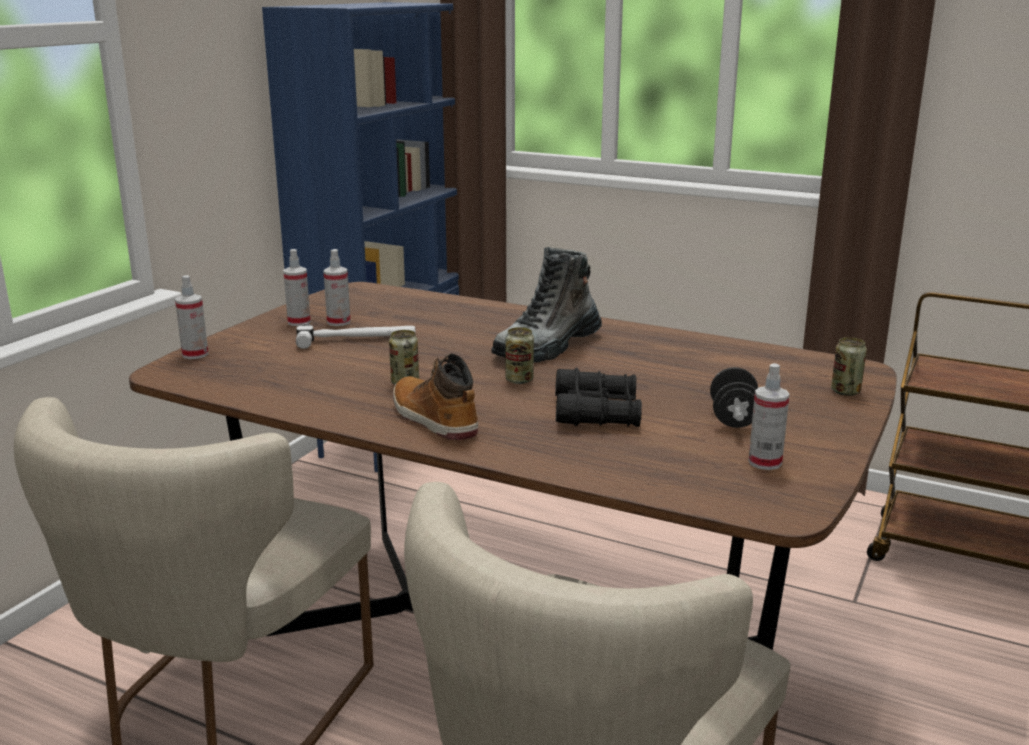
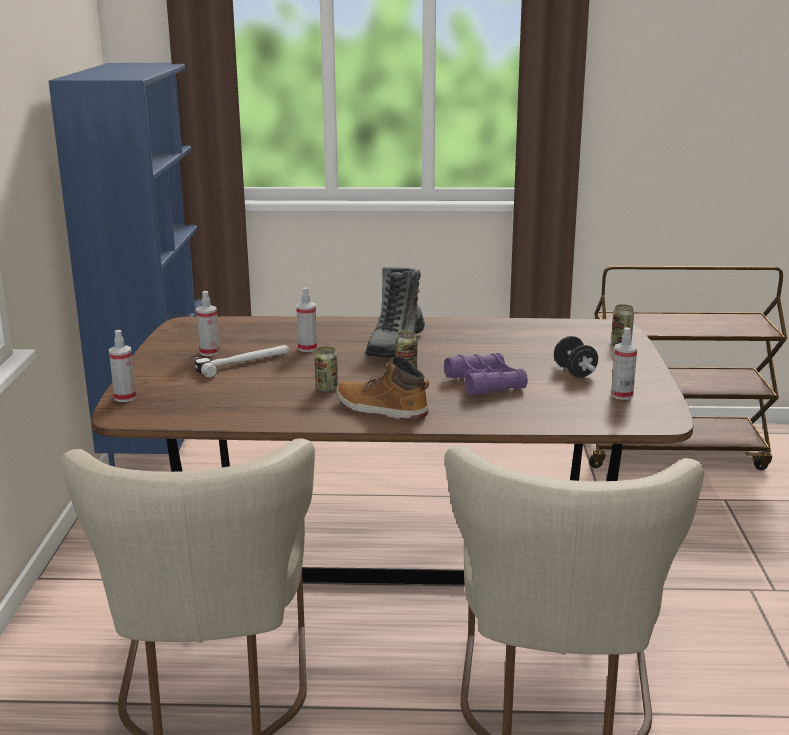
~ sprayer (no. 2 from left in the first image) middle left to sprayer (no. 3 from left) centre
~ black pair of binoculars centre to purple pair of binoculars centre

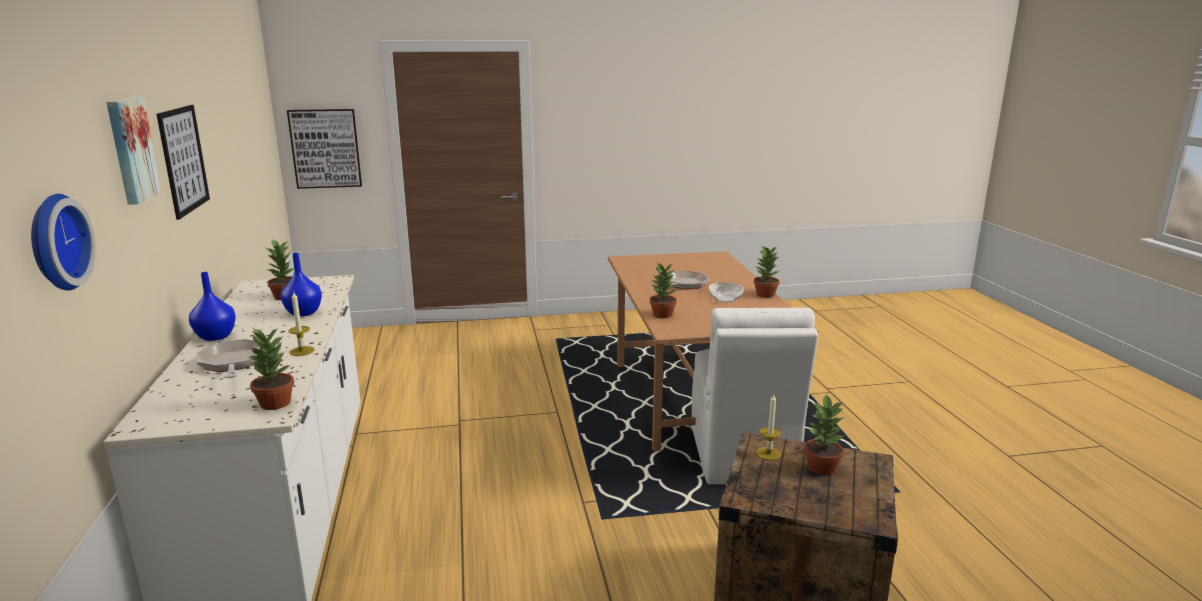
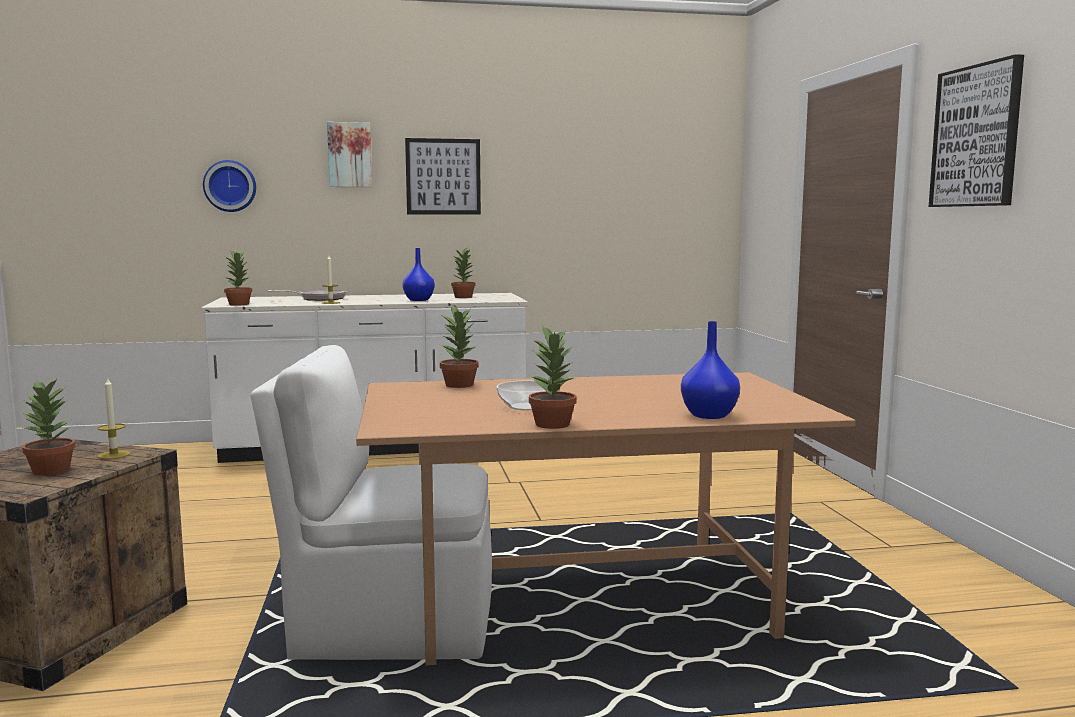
- frying pan (no. 2 from left) centre
~ blue flower vase (no. 1 from left in the first image) middle left to blue flower vase (no. 2 from left) centre
~ wall picture (no. 3 from left) top left to top right

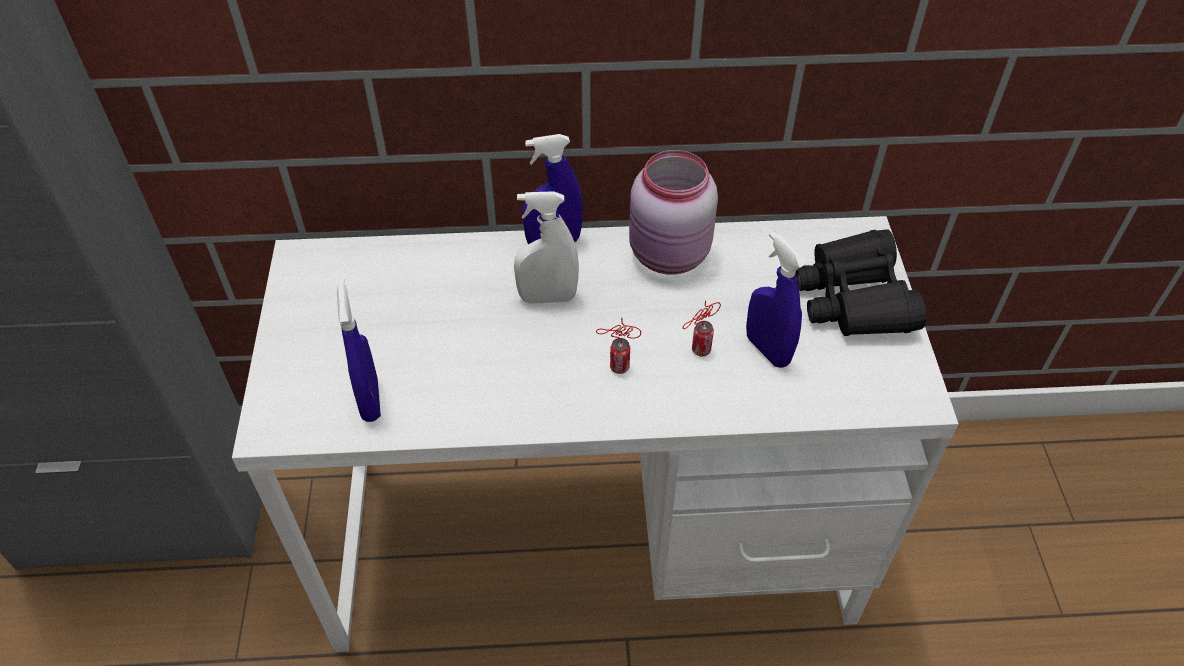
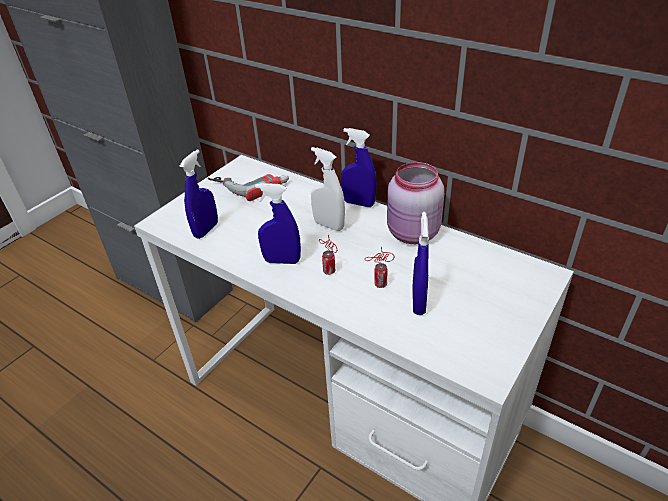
- black pair of binoculars middle right
+ drill centre
+ blue sprayer (no. 2 from left) centre

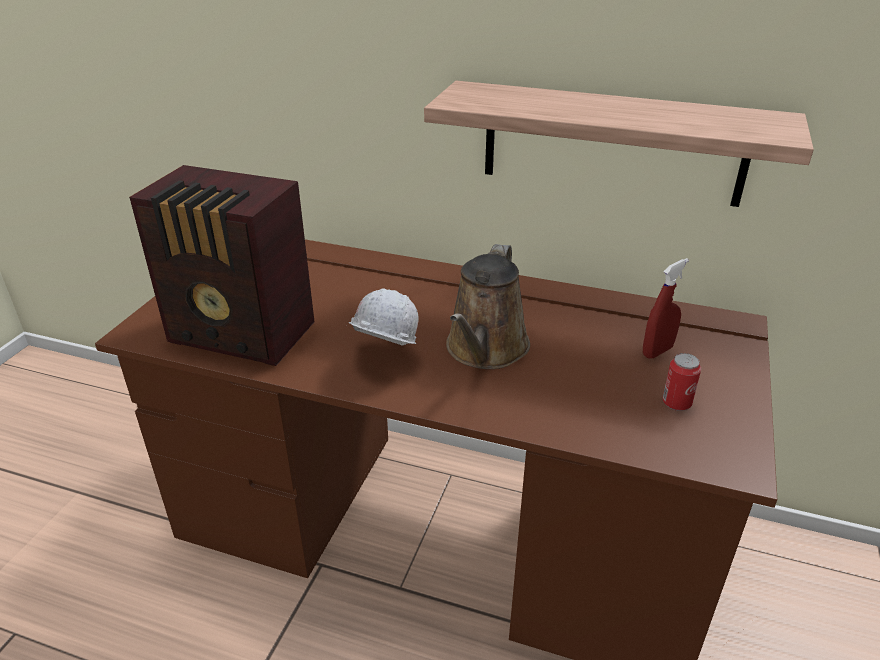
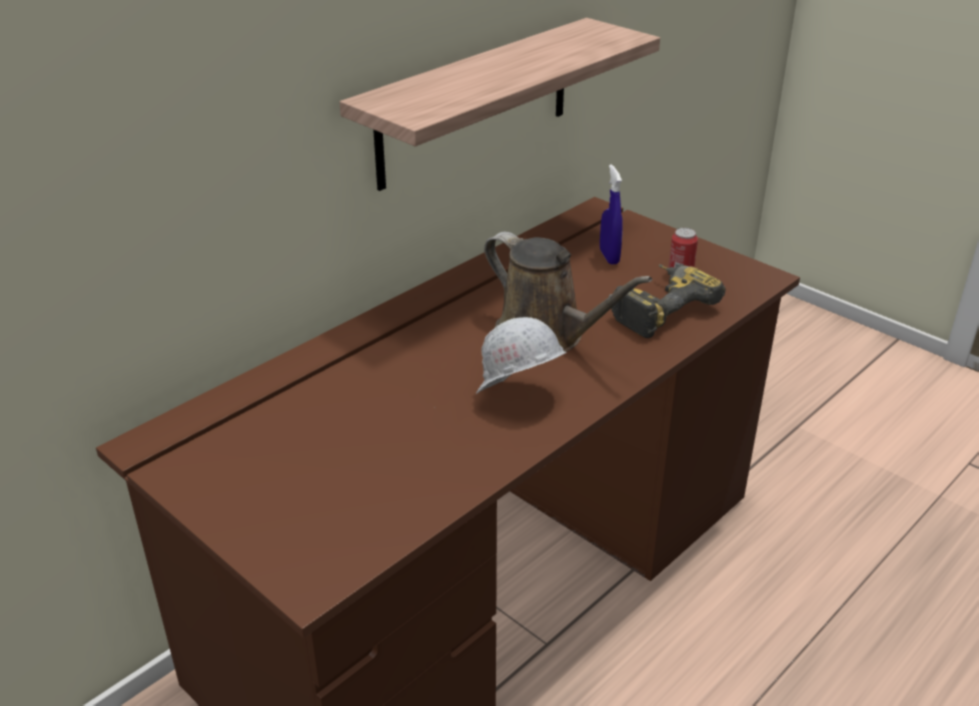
- radio set middle left
+ drill middle right
~ red sprayer middle right to blue sprayer top centre

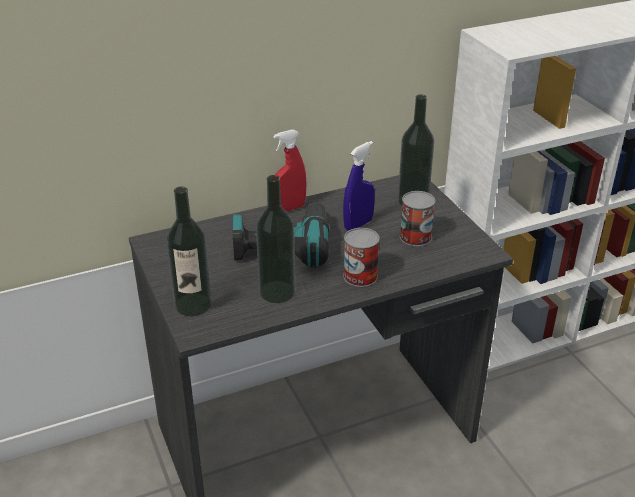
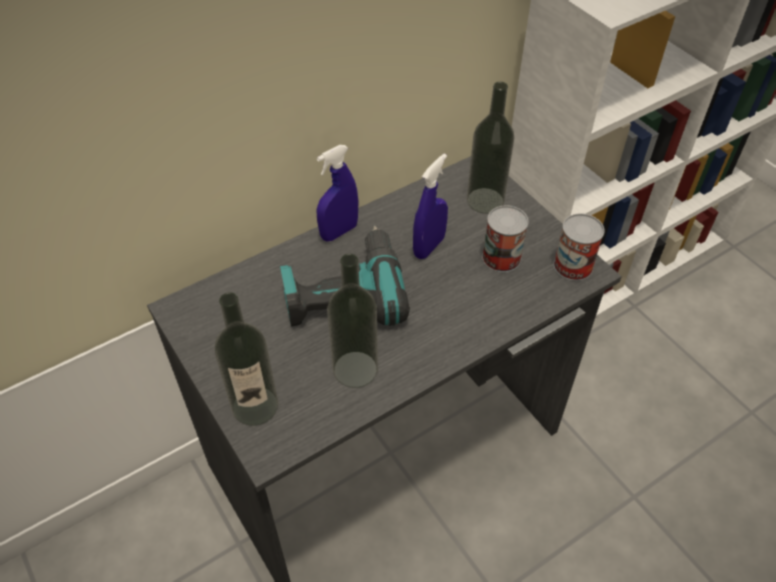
~ can (no. 1 from left in the first image) centre to can (no. 2 from left) middle right
~ red sprayer centre to blue sprayer (no. 1 from left) top centre

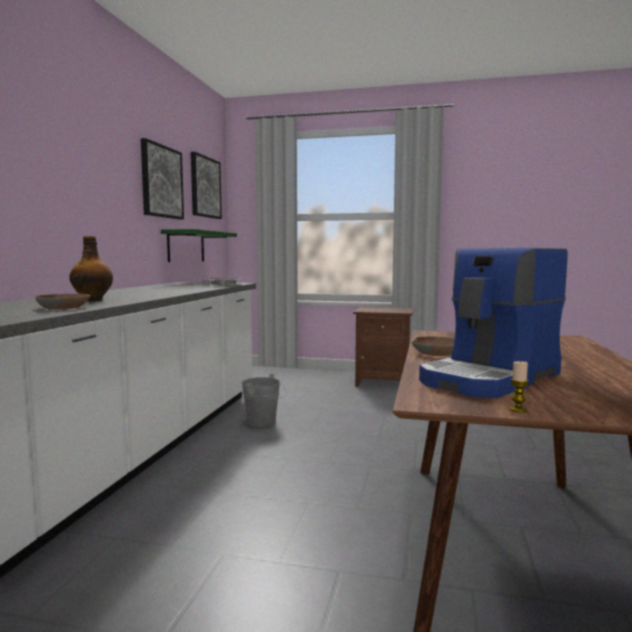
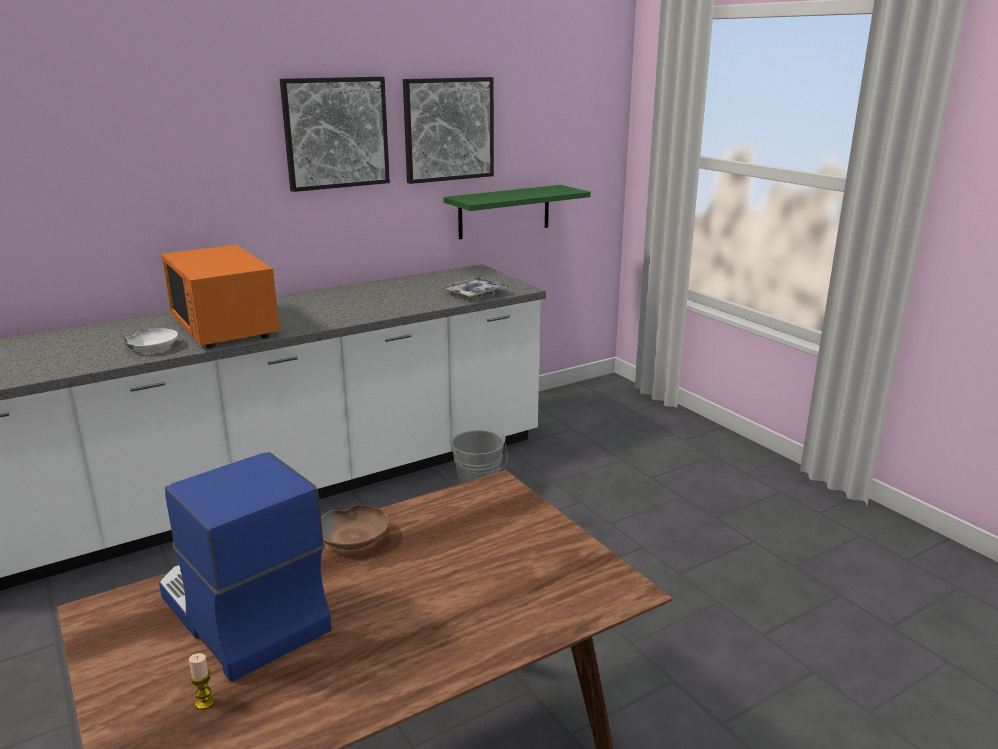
- brown nightstand centre
~ wall picture (no. 2 from left in the first image) top left to wall picture (no. 1 from left) top centre
~ candle middle right to bottom left
~ drink bottle middle left to orange-coloured microwave oven middle left
~ brown deep dish (no. 1 from left) middle left to whitish deep dish middle left
~ coffee brewer middle right = bottom left 45 degrees clockwise

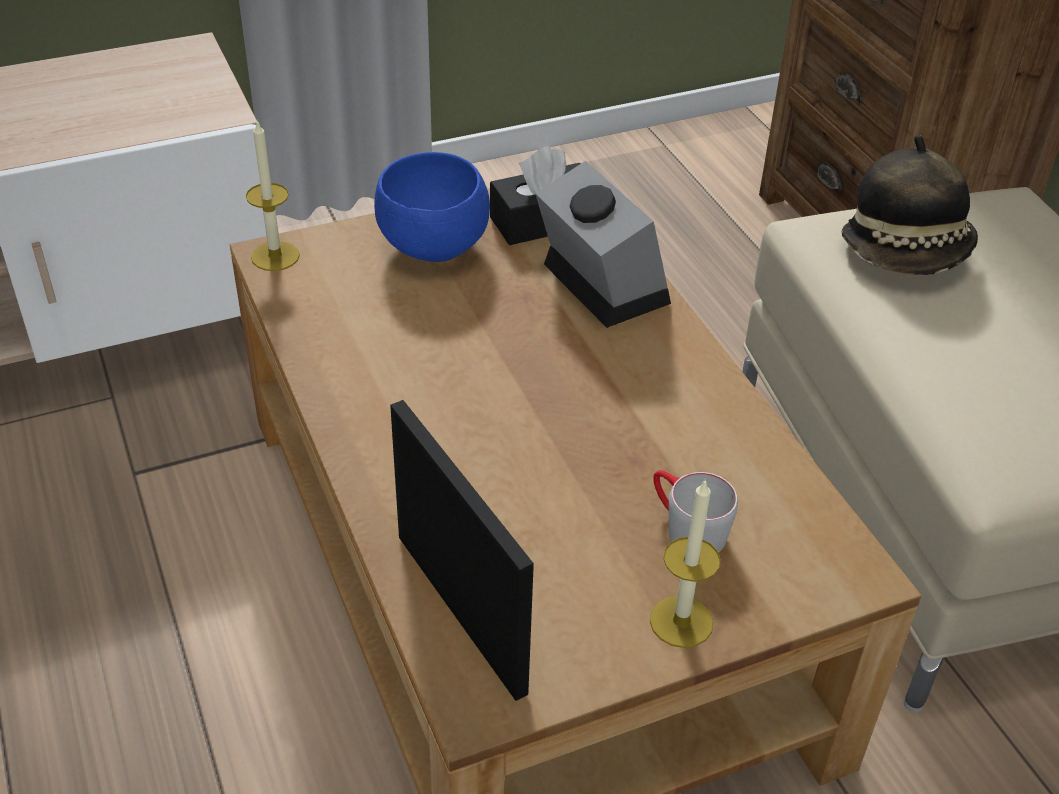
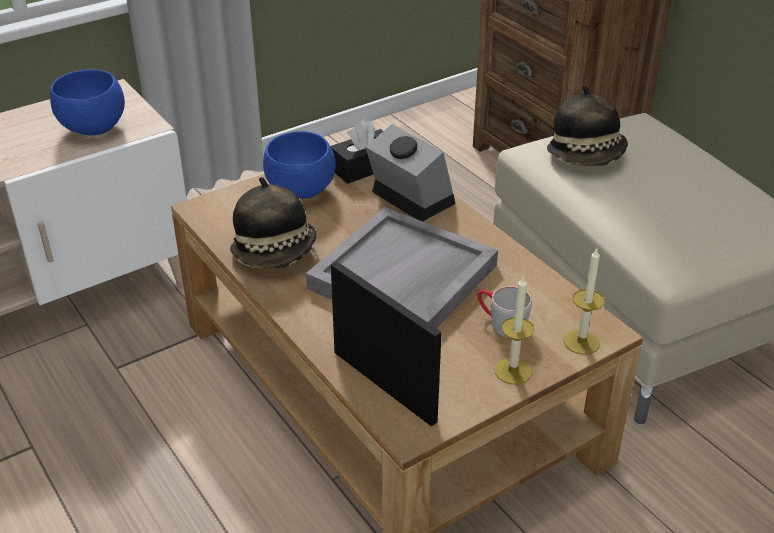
+ blue deep dish (no. 1 from left) top left
+ hat (no. 1 from left) centre
+ grey tray centre
~ candle (no. 1 from left in the first image) top left to candle (no. 2 from left) middle right

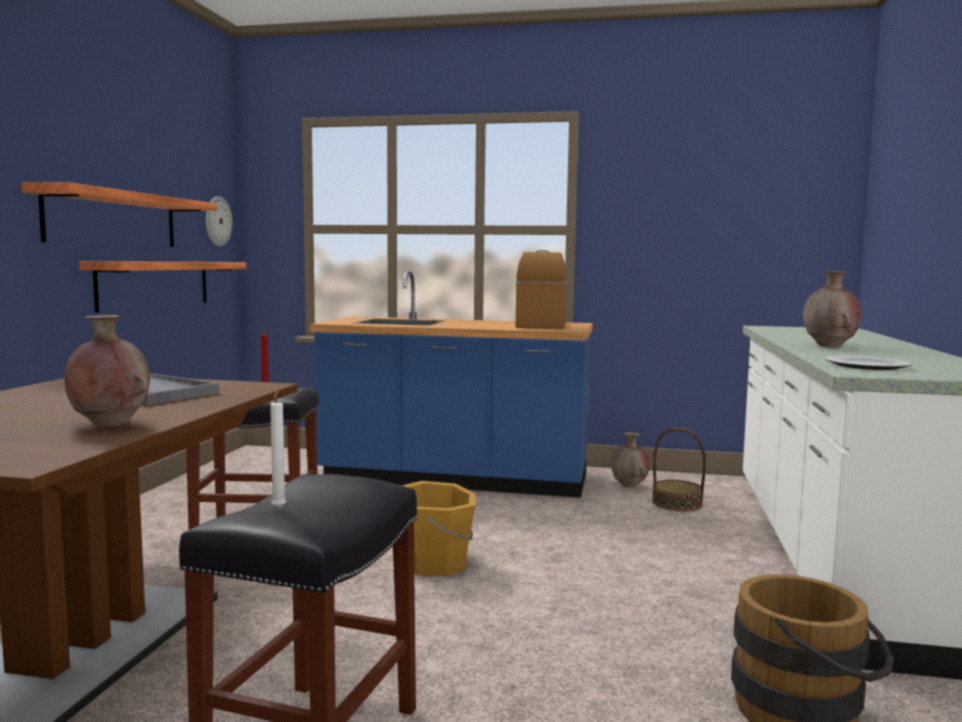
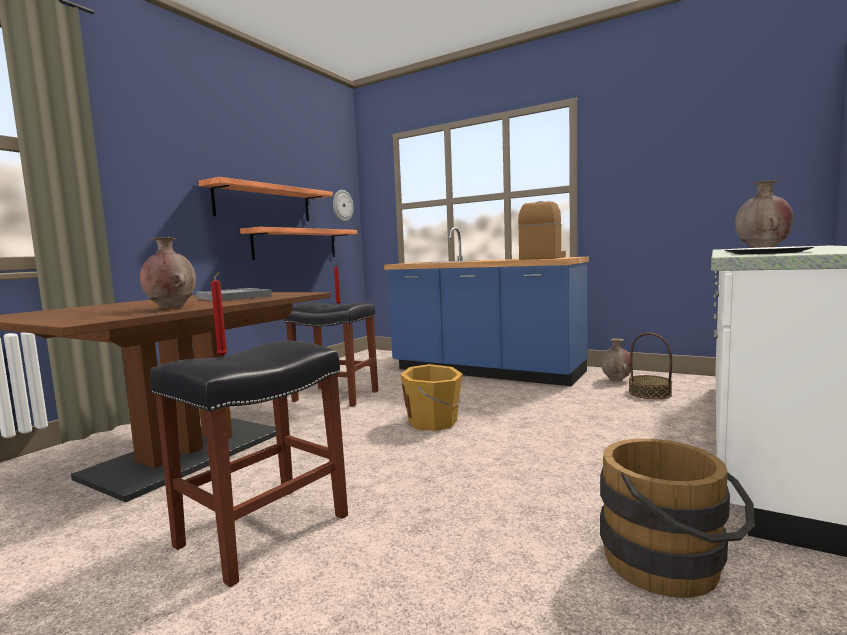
~ whitish candle middle left to red candle (no. 1 from left) middle left

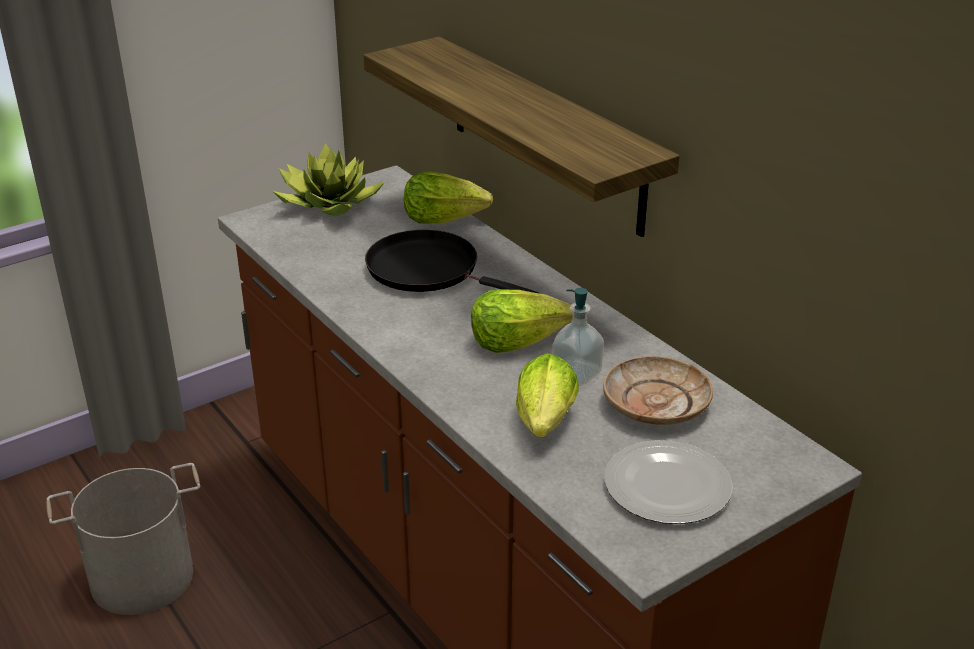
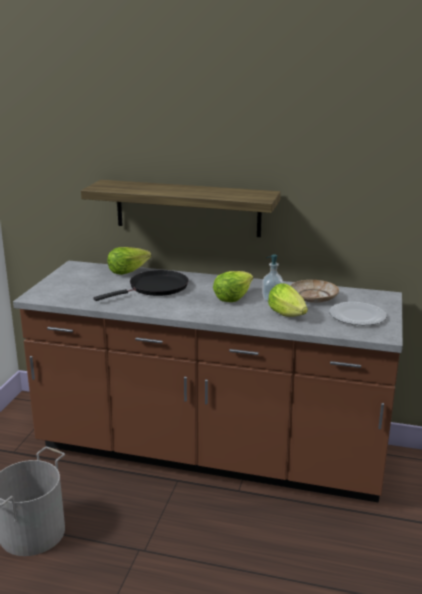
- potted plant top centre
~ black frying pan centre = centre 150 degrees clockwise

